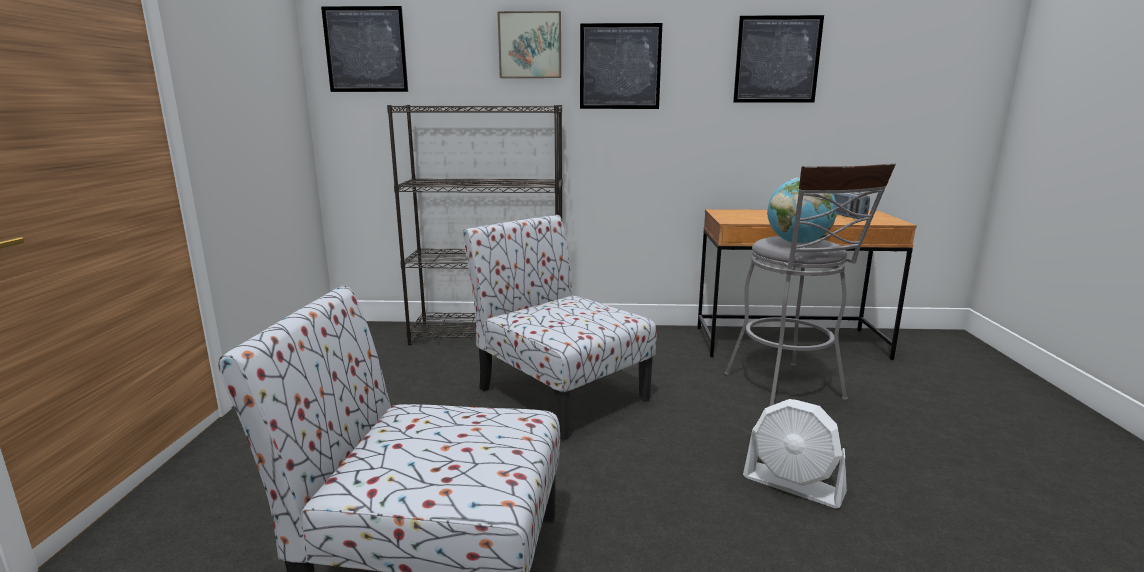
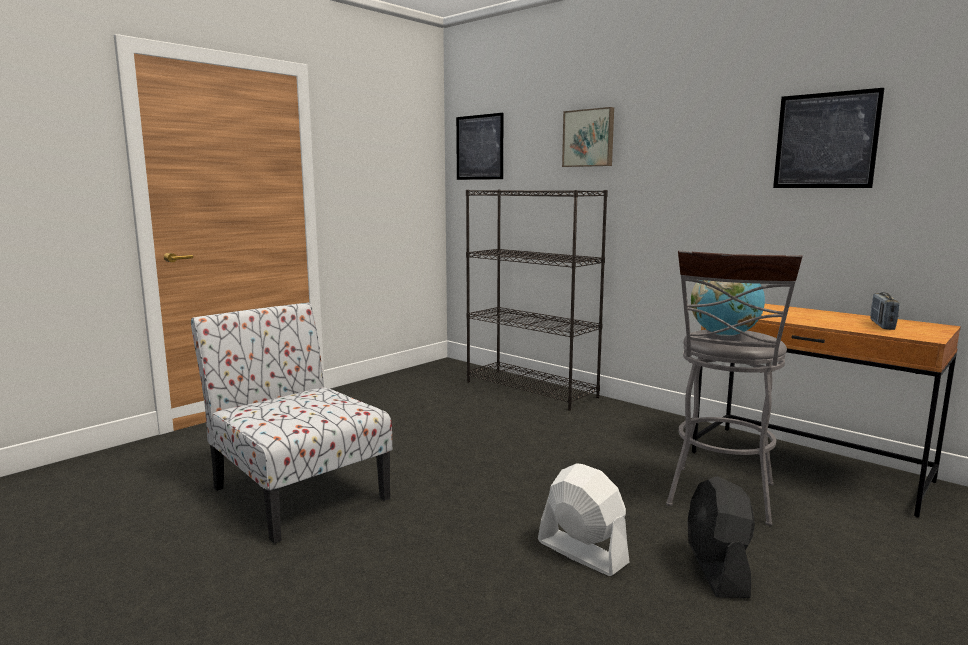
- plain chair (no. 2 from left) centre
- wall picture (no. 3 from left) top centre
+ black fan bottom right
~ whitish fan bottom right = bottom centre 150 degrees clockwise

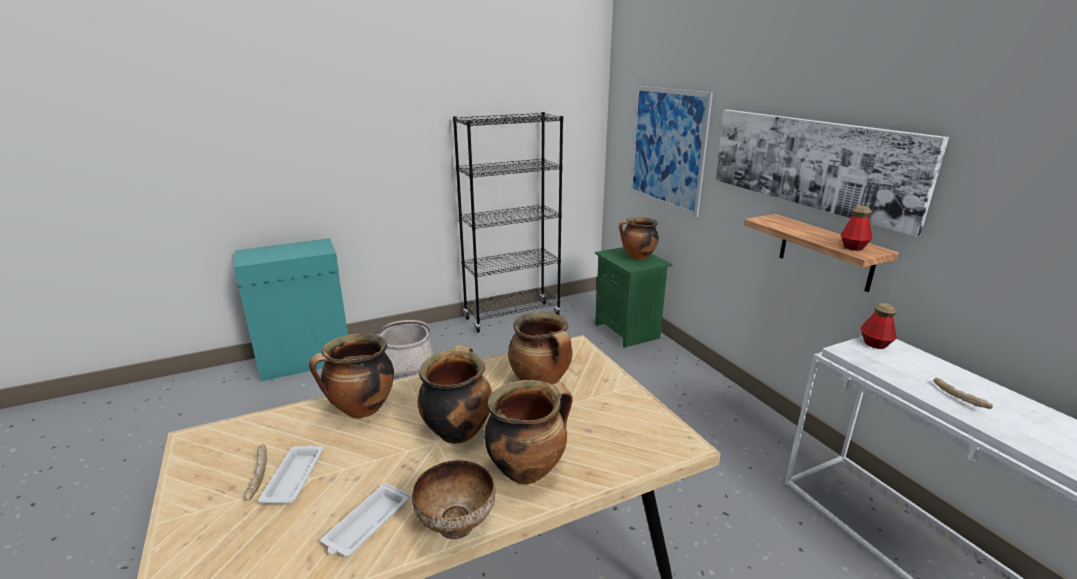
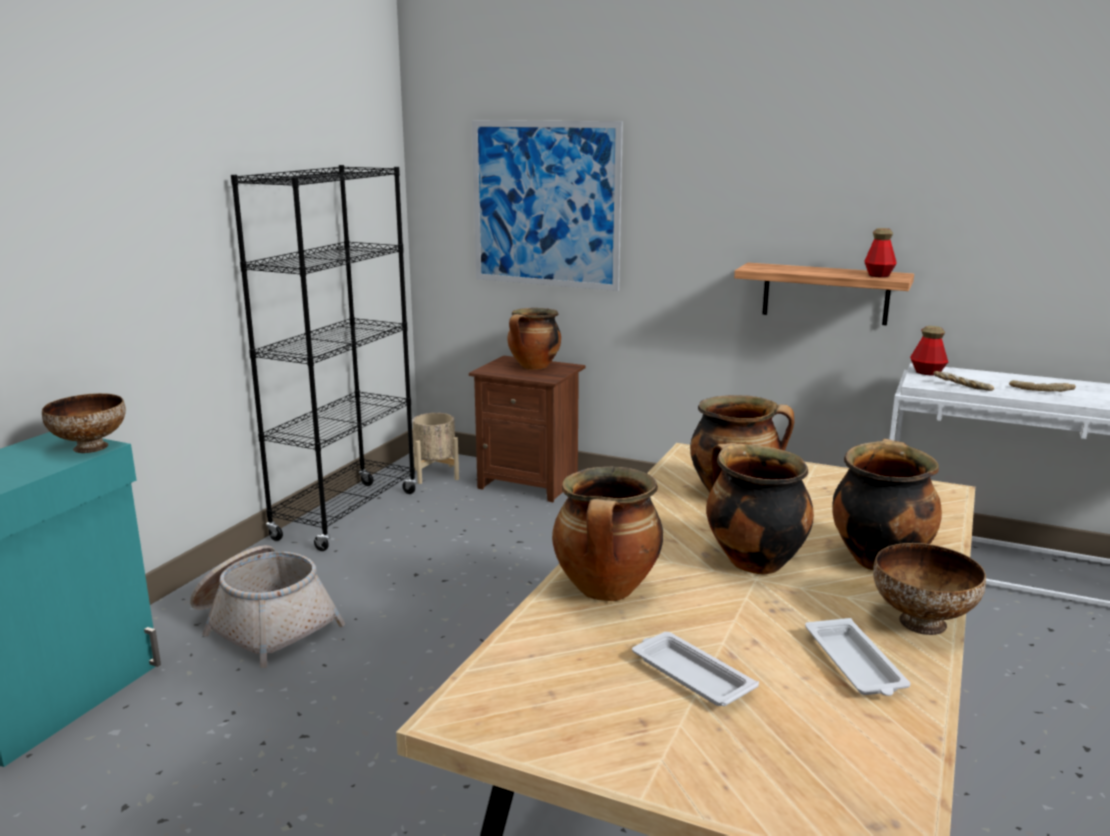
- wall picture (no. 2 from left) top right
+ deep dish (no. 1 from left) middle left
+ sand-coloured flower pot centre
~ bread (no. 1 from left) bottom left to middle right
~ green nightstand centre to brown nightstand centre

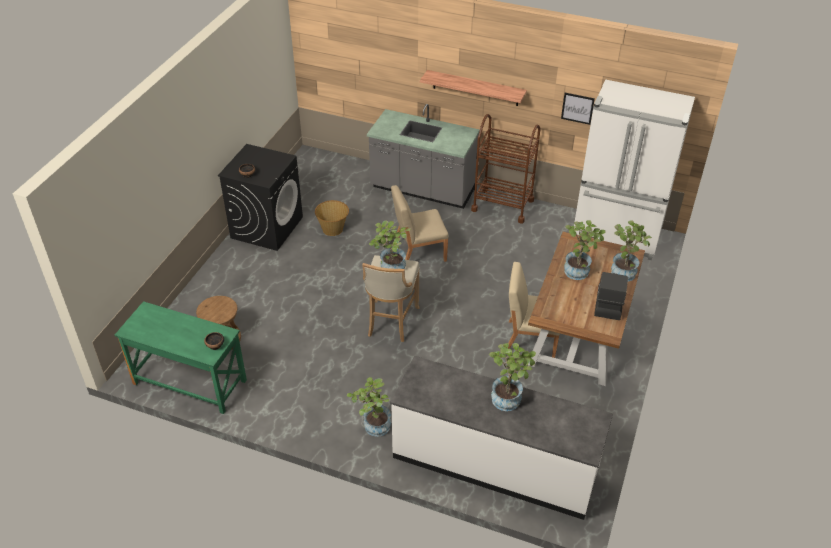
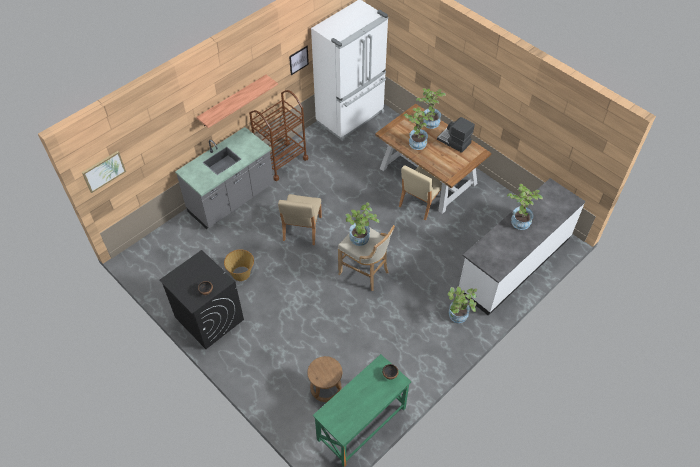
+ wall picture (no. 1 from left) middle left

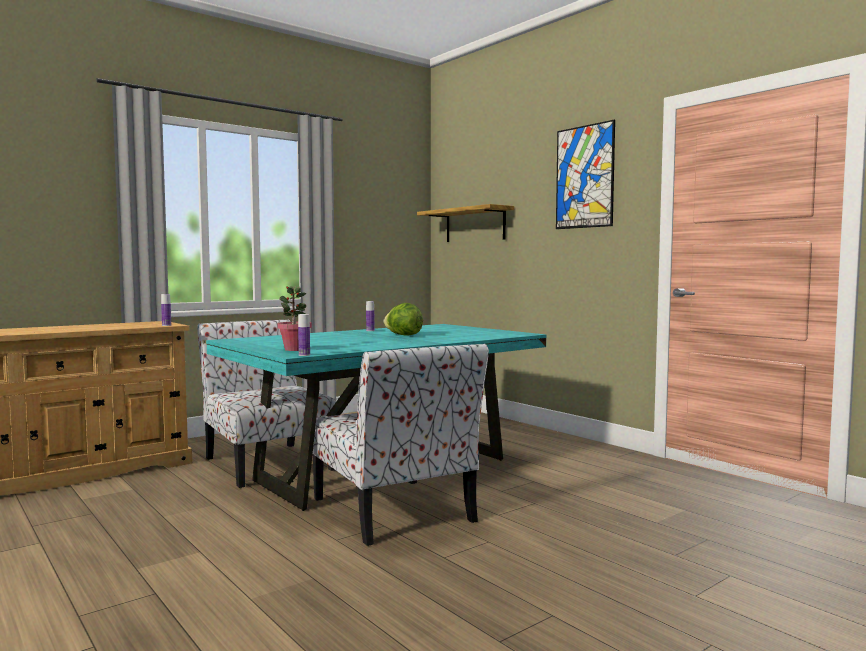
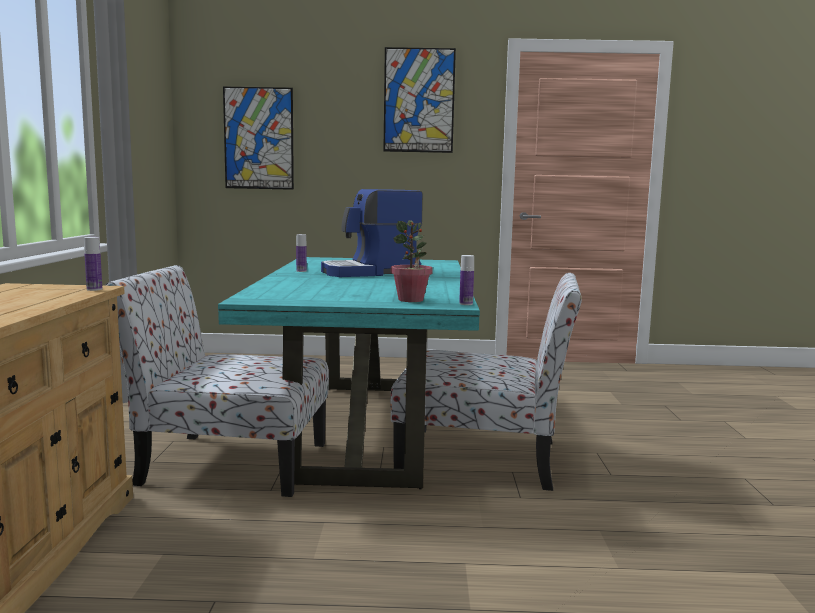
~ lettuce centre to coffee brewer centre
~ shelf centre to wall picture (no. 1 from left) top left

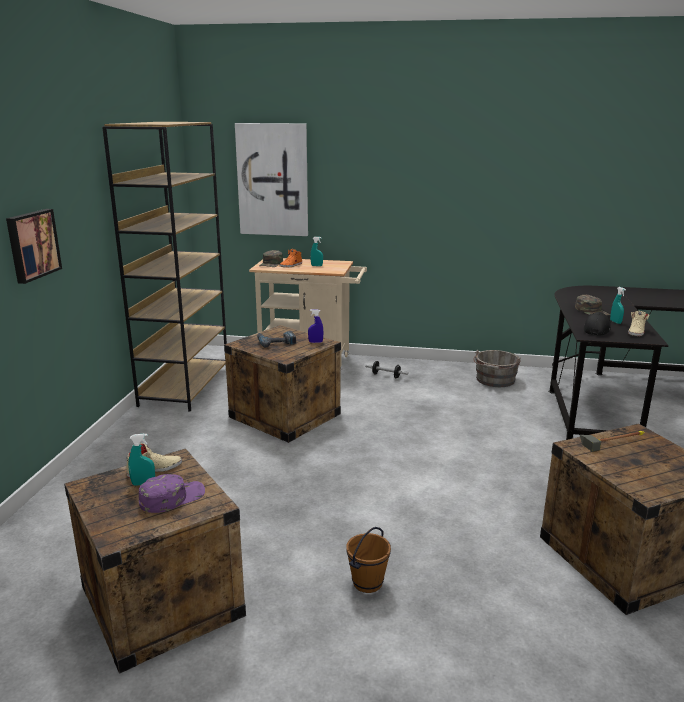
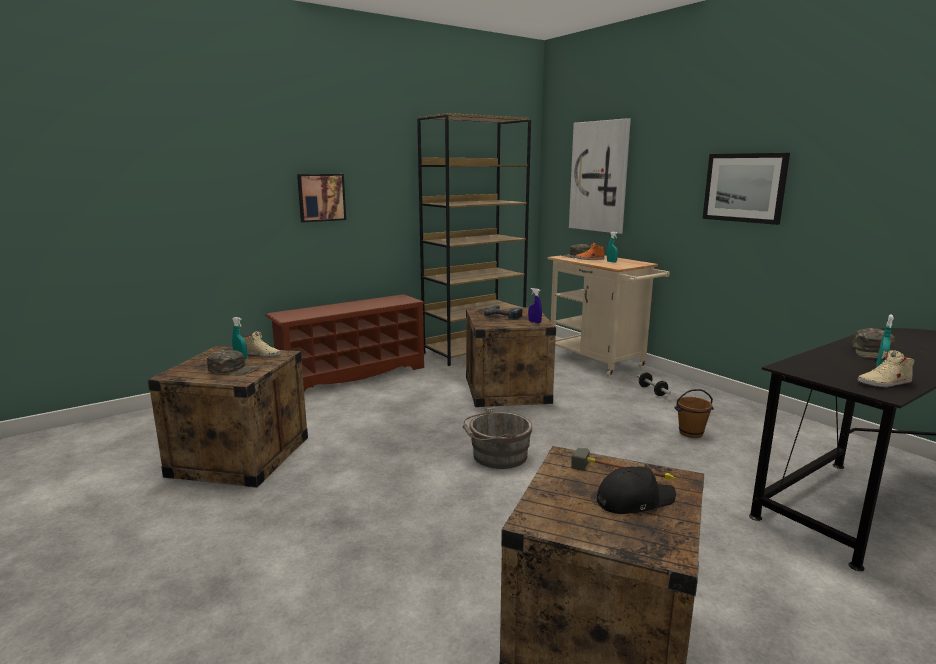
+ brown shoe stand centre
+ wall picture (no. 3 from left) top right
~ brown pail bottom centre to middle right
~ grey pail middle right to centre
~ black cap middle right to bottom right
~ purple cap bottom left to green cap (no. 1 from left) middle left

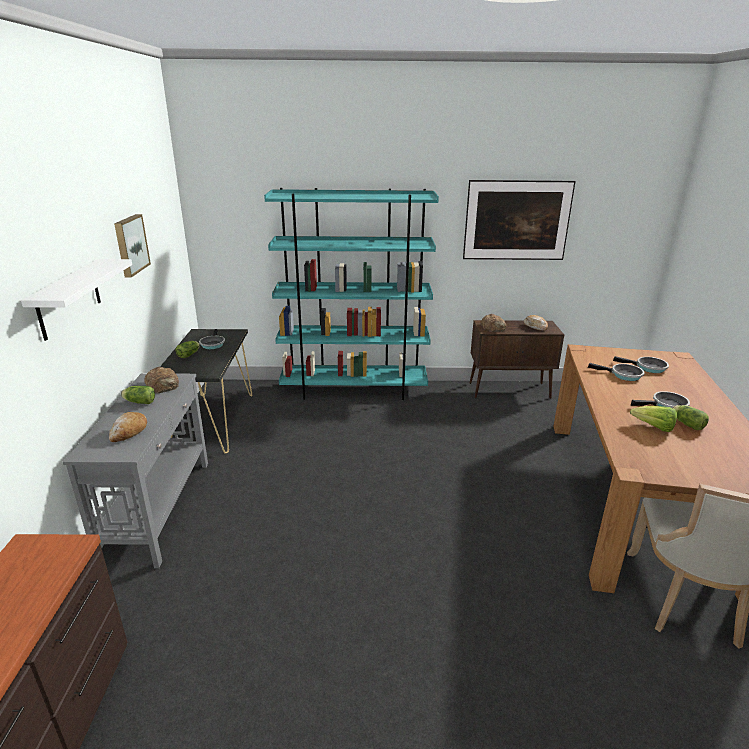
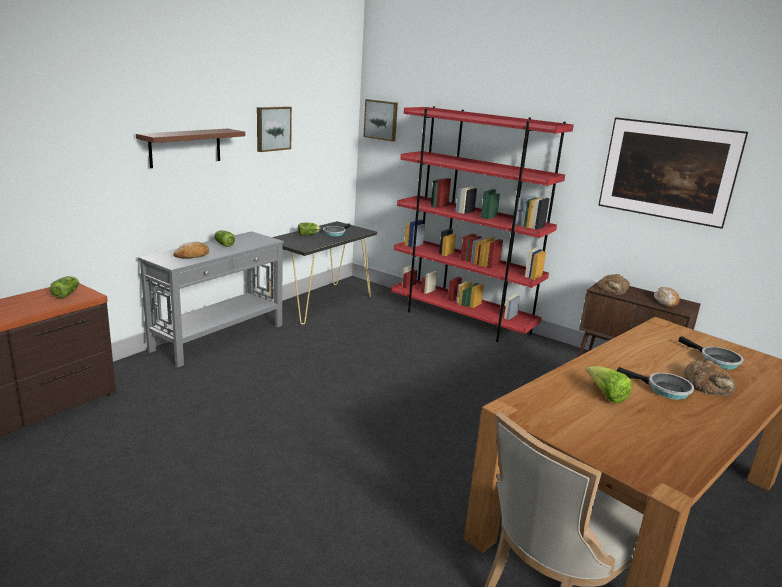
- frying pan (no. 2 from left) middle right
+ wall picture (no. 2 from left) top centre
~ bread (no. 2 from left in the first image) middle left to bread (no. 4 from left) middle right
~ lettuce (no. 4 from left in the first image) middle right to lettuce (no. 1 from left) middle left
~ whitish shelf middle left to brown shelf top left
~ turquoise bookcase centre to red bookcase centre

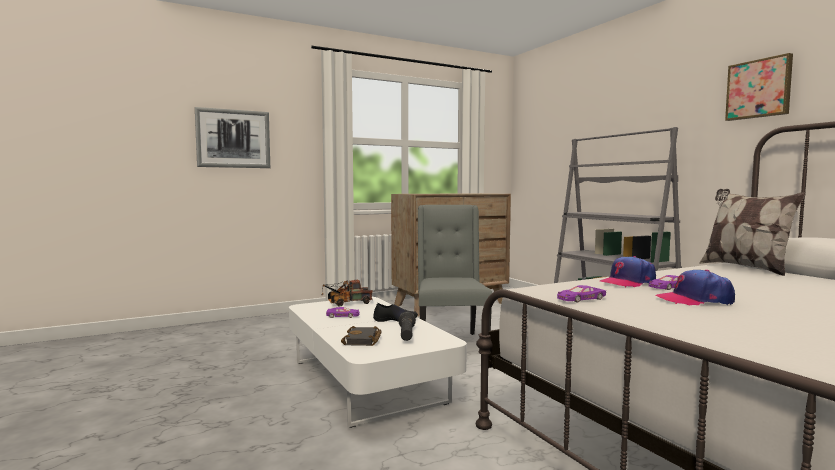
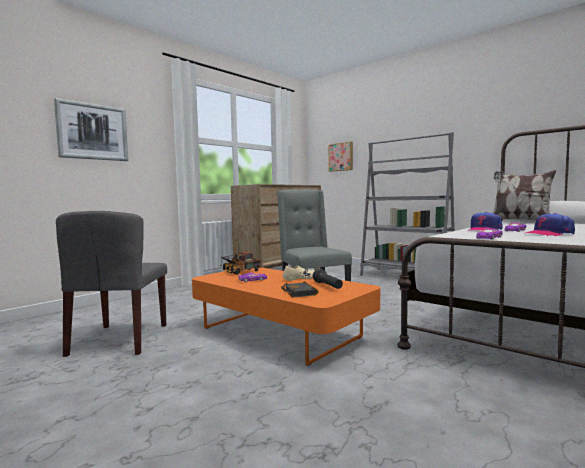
+ grey plain chair (no. 1 from left) middle left
~ wall picture (no. 2 from left) top right to centre
~ whitish coffee table bottom centre to orange-coloured coffee table bottom centre
~ black low shoe centre to sand-coloured low shoe centre

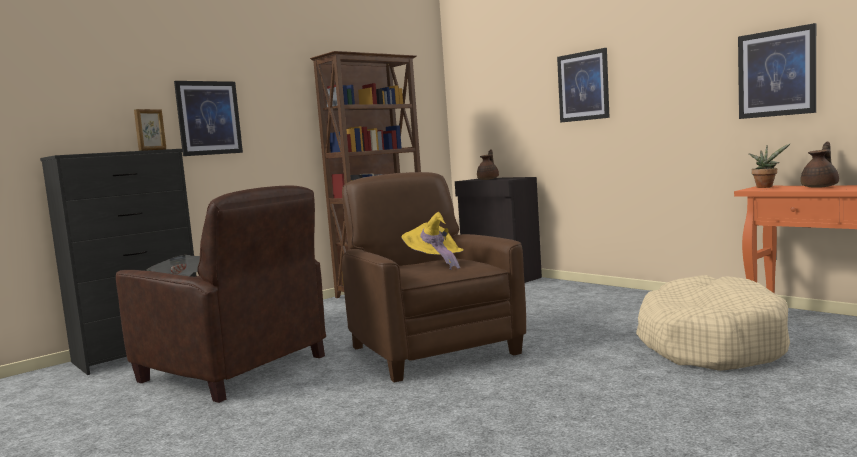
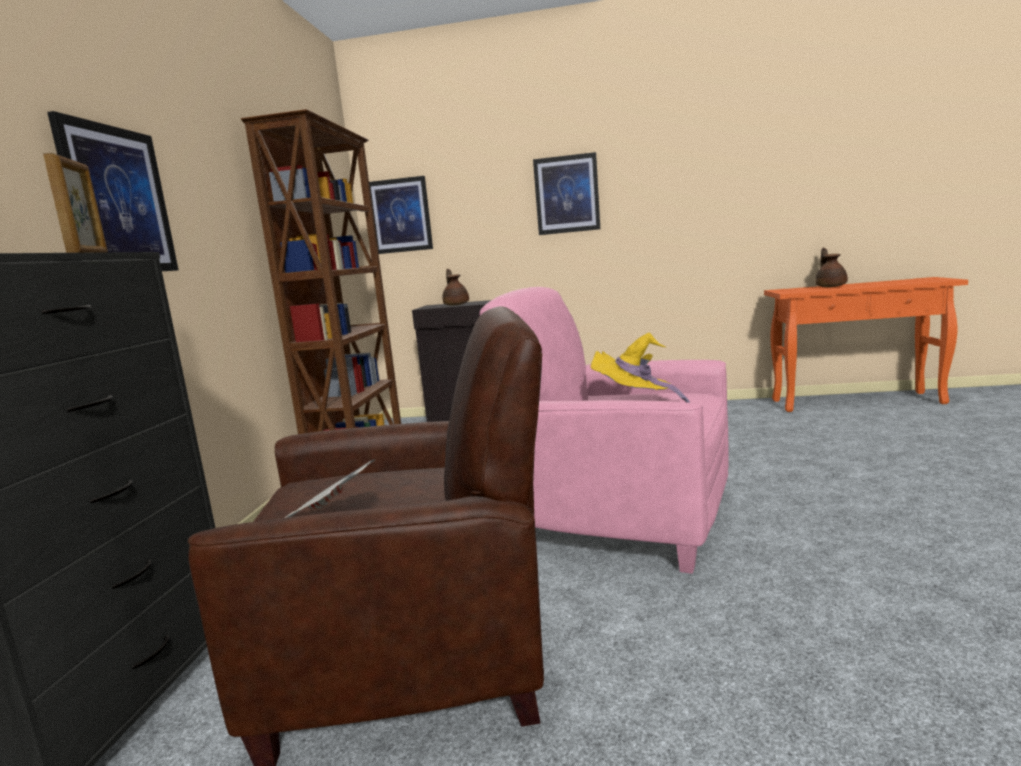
- sand-coloured dog bed bottom right
- potted plant middle right
~ wall picture (no. 3 from left in the first image) top right to wall picture (no. 2 from left) top centre
~ brown lounge chair (no. 2 from left) centre to pink lounge chair centre

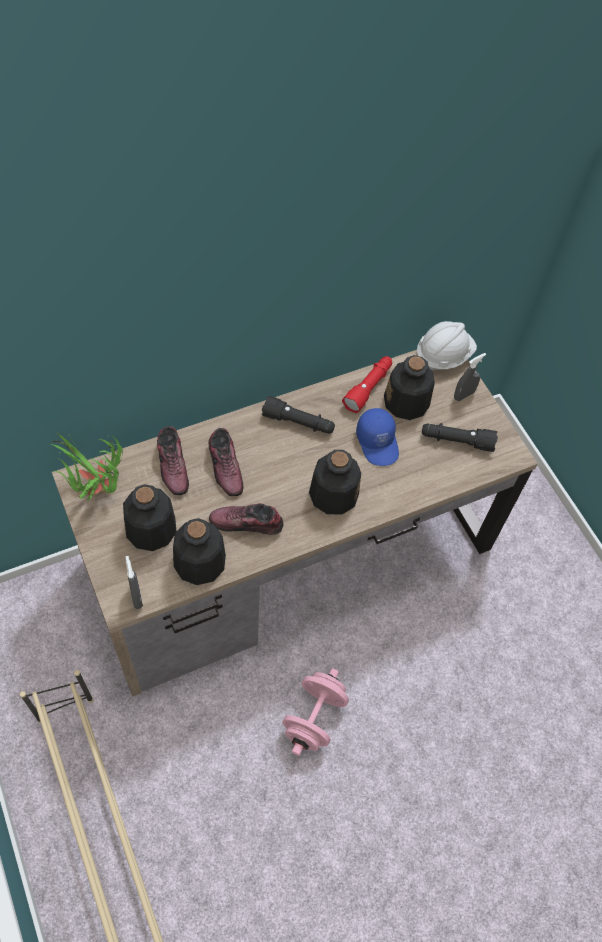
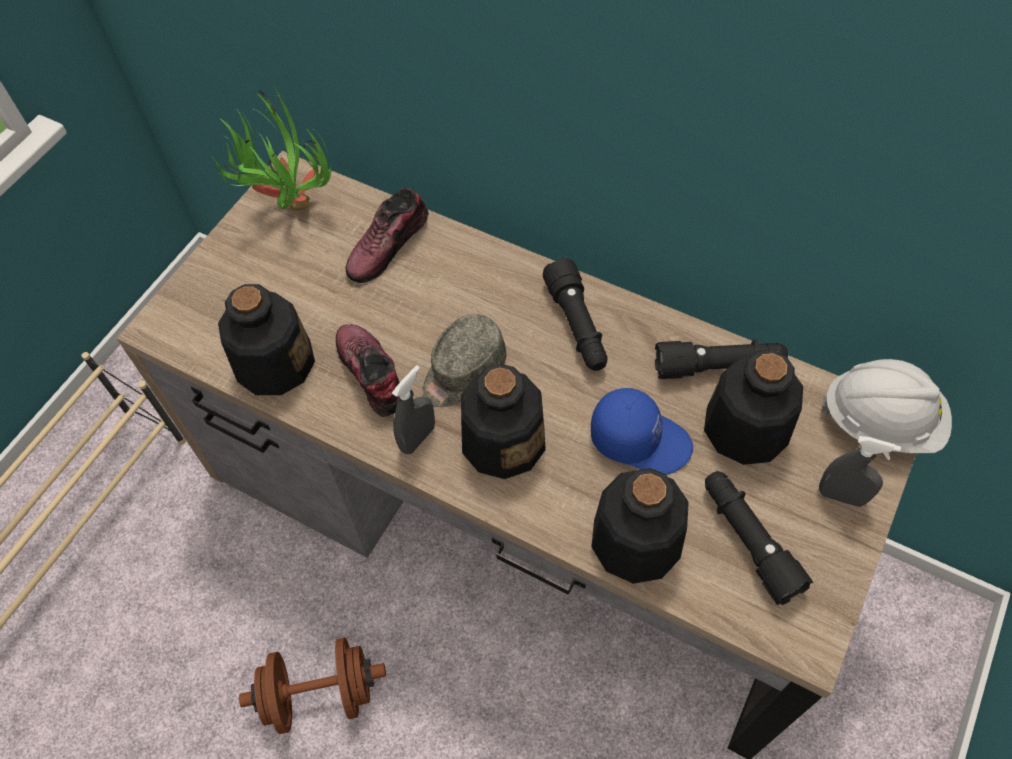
- low shoe (no. 2 from left) centre
+ grey cap centre
~ drink bottle (no. 1 from left in the first image) middle left to drink bottle (no. 3 from left) bottom centre
~ grey sprayer (no. 1 from left) middle left to centre
~ pink free weight bottom centre to brown free weight bottom left
~ red flashlight centre to black flashlight (no. 2 from left) middle right
~ blue cap centre = centre 105 degrees counterclockwise

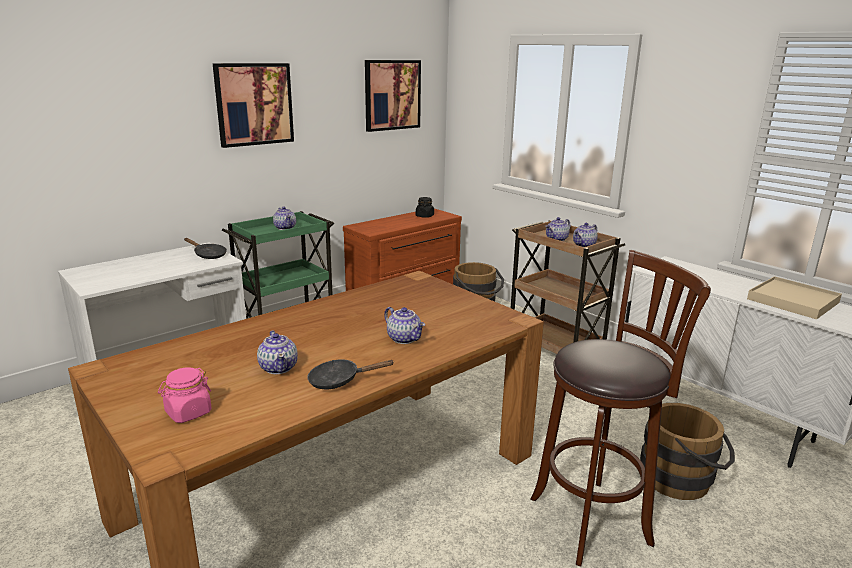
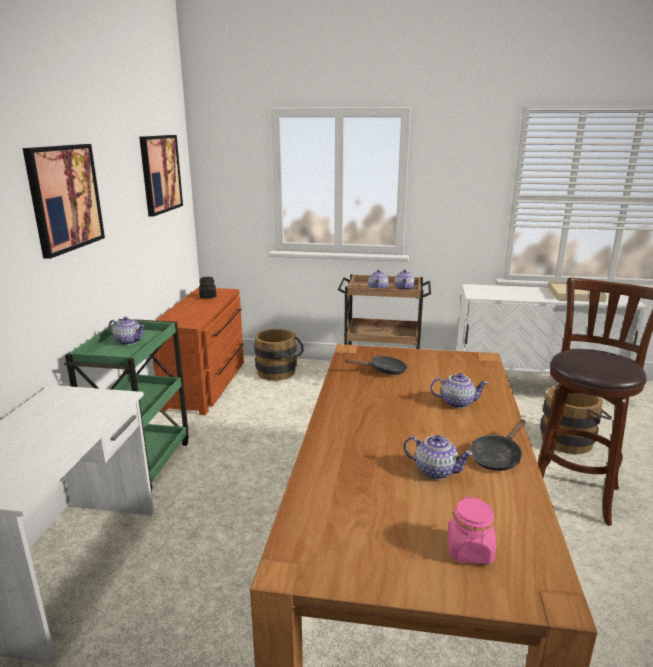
~ black frying pan (no. 1 from left) middle left to centre

